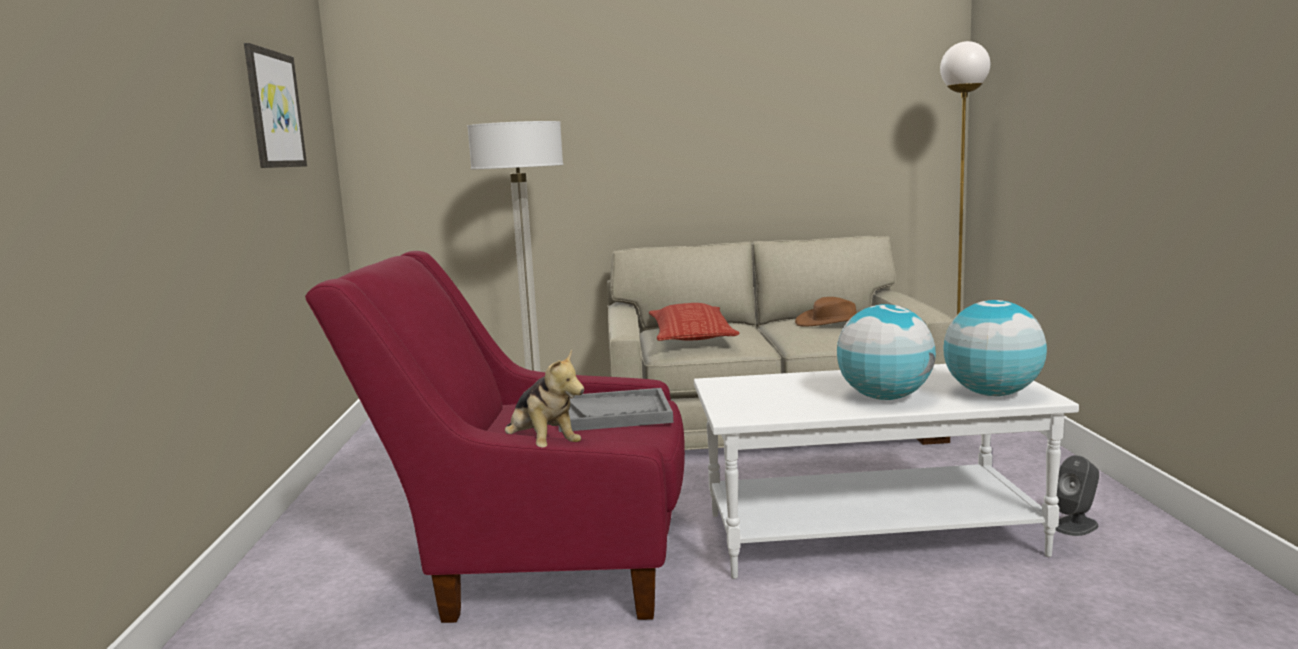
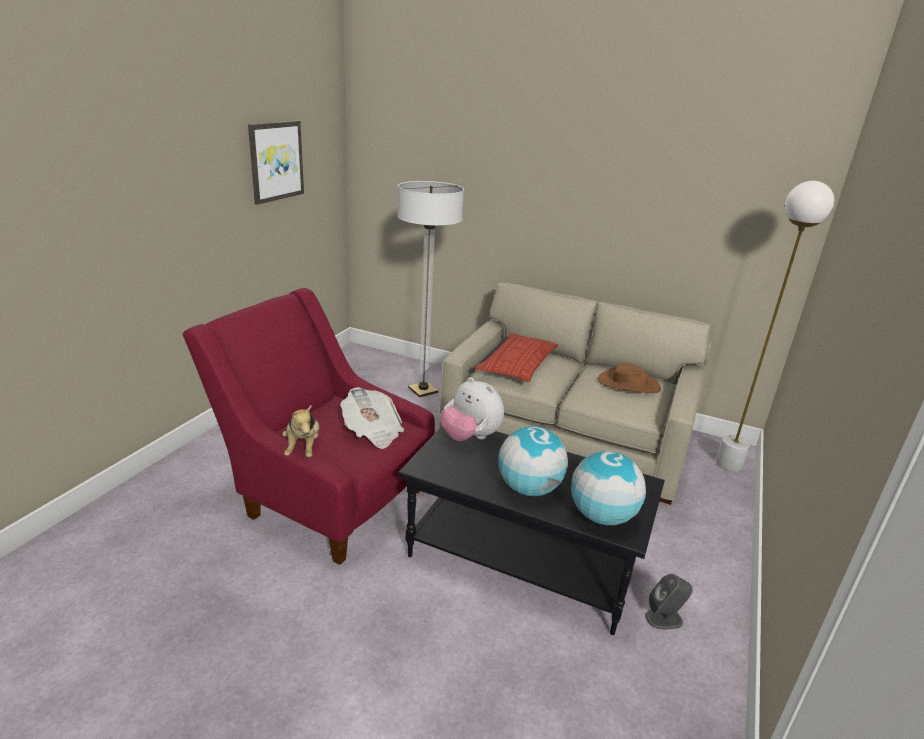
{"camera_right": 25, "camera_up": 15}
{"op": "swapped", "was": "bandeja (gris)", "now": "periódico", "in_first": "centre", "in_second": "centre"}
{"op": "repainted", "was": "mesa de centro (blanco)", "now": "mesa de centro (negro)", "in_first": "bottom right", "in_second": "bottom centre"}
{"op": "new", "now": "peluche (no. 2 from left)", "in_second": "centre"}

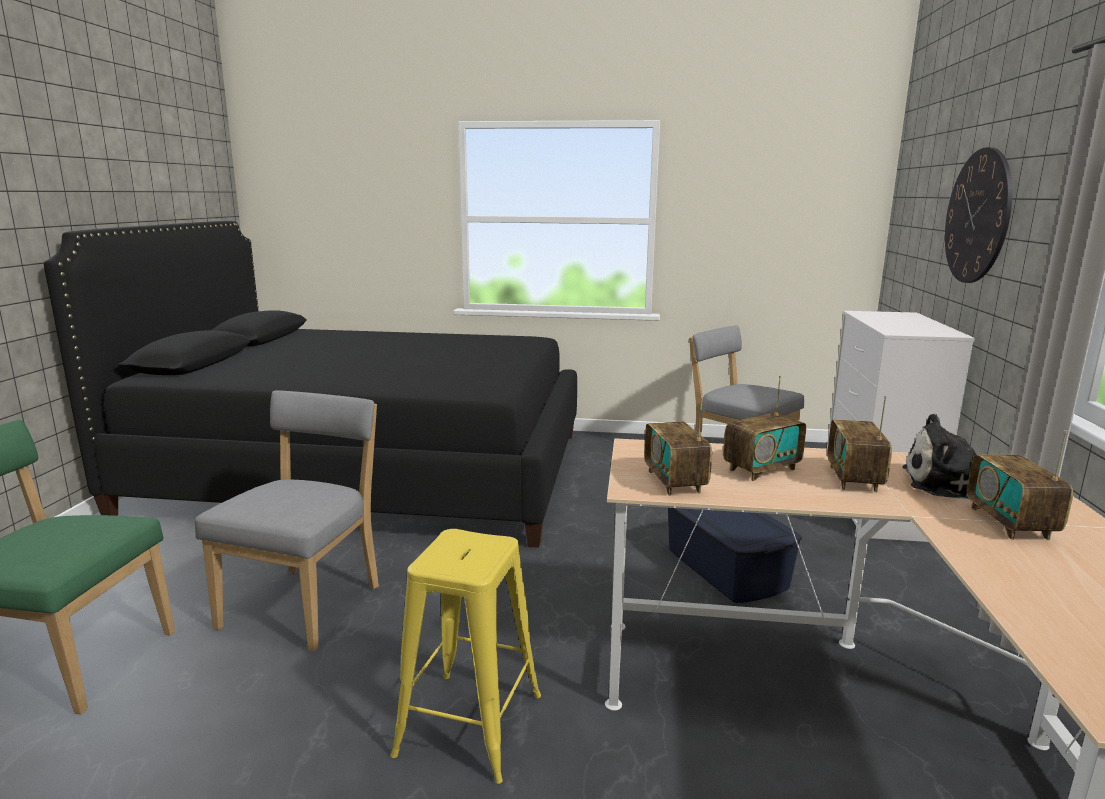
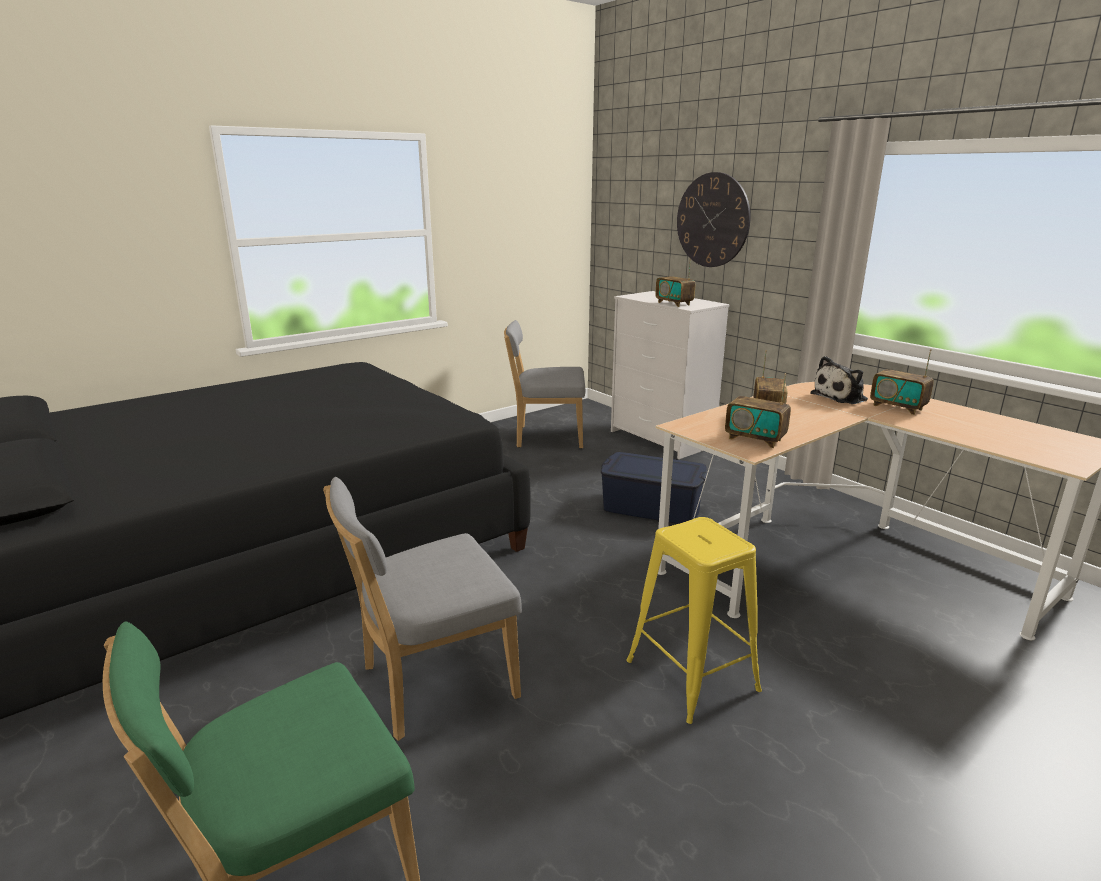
{"camera_right": -45, "camera_up": 5}
{"op": "rotated", "was": "silla (gris) (no. 1 from left)", "in_first": "middle left", "in_second": "bottom centre", "clockwise": -90}
{"op": "shifted", "was": "radio (no. 3 from left in the first image)", "now": "radio (no. 1 from left)", "in_first": "middle right", "in_second": "top centre"}

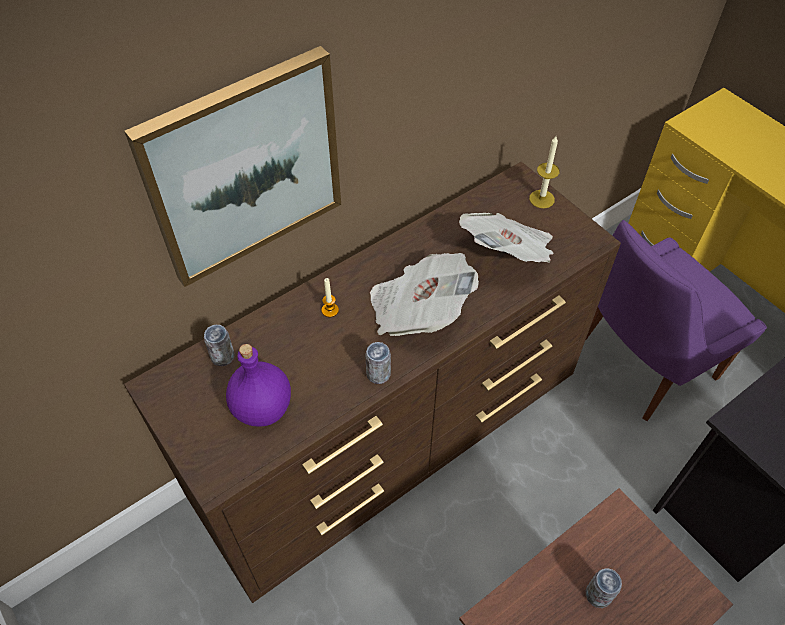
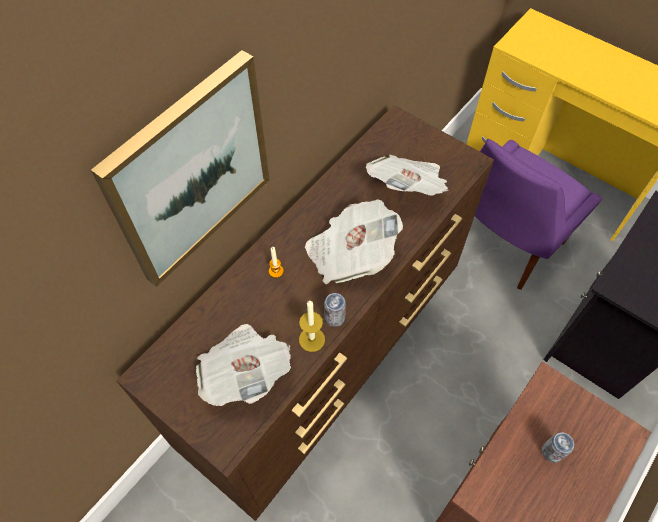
{"camera_right": -15, "camera_up": 5}
{"op": "swapped", "was": "botella (morado)", "now": "periódico (no. 1 from left)", "in_first": "middle left", "in_second": "bottom centre"}
{"op": "shifted", "was": "vela (no. 2 from left)", "in_first": "top right", "in_second": "centre"}
{"op": "gone", "was": "lata (no. 1 from left)", "in_first": "middle left"}

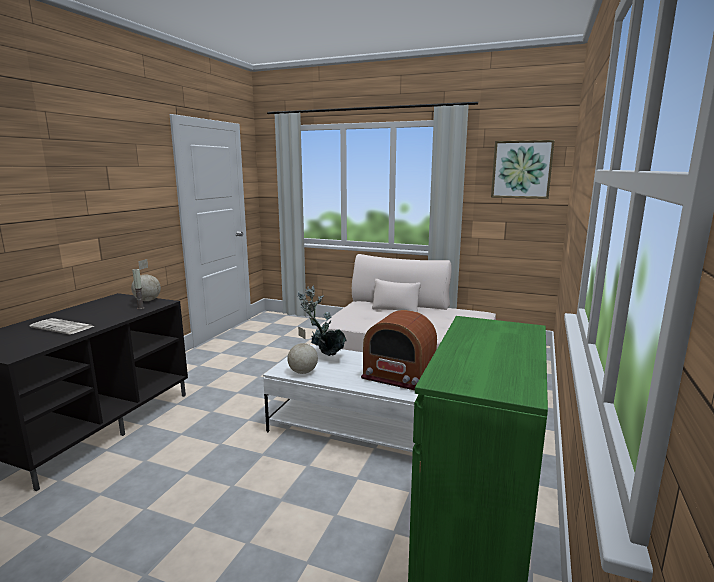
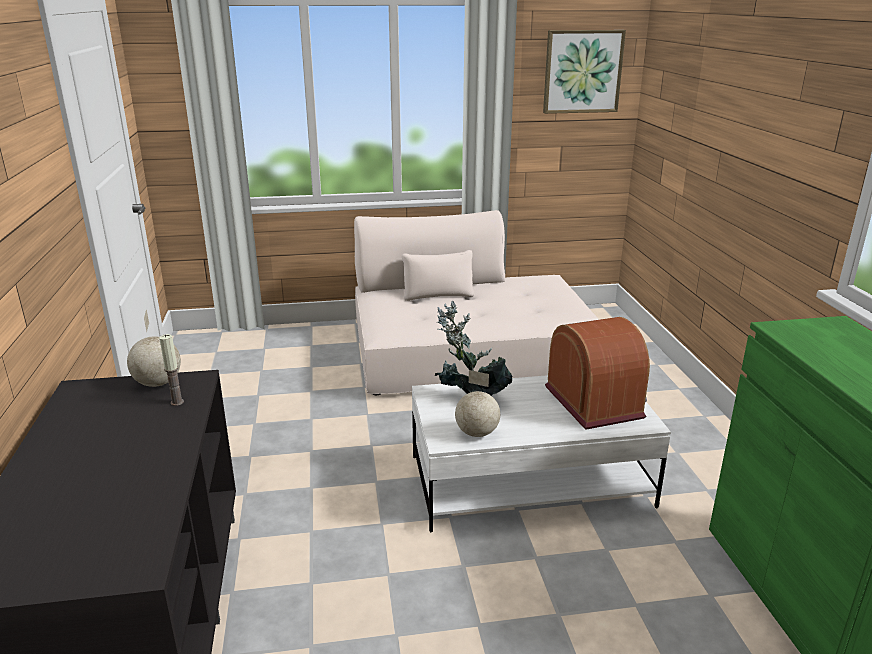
{"camera_right": -30, "camera_up": 10}
{"op": "rotated", "was": "radio", "in_first": "centre", "in_second": "middle right", "clockwise": -105}
{"op": "gone", "was": "periódico", "in_first": "middle left"}

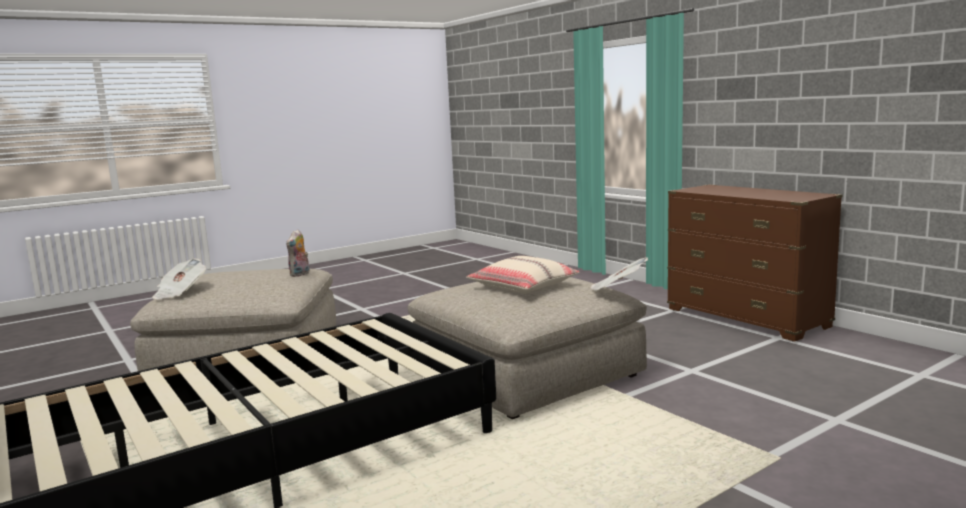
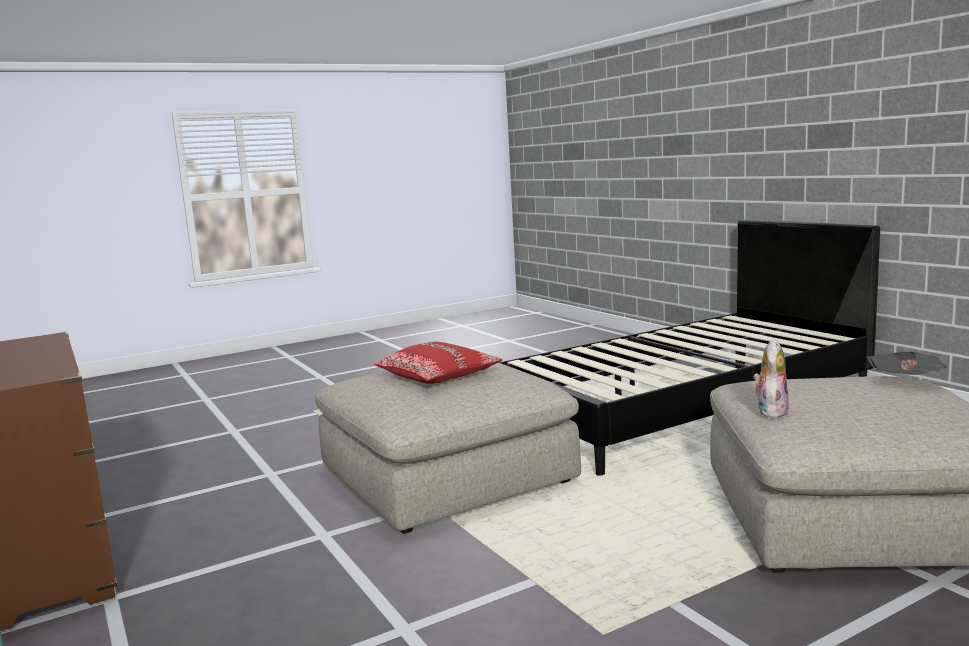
{"camera_right": -175, "camera_up": 0}
{"op": "repainted", "was": "cojín (beis)", "now": "cojín (rojo)", "in_first": "centre", "in_second": "centre"}
{"op": "gone", "was": "periódico (no. 2 from left)", "in_first": "centre"}

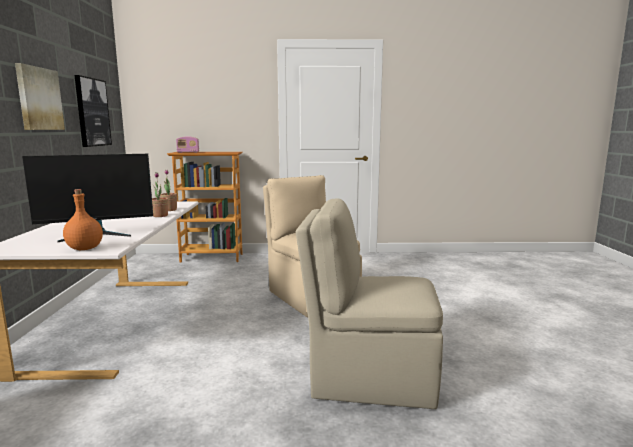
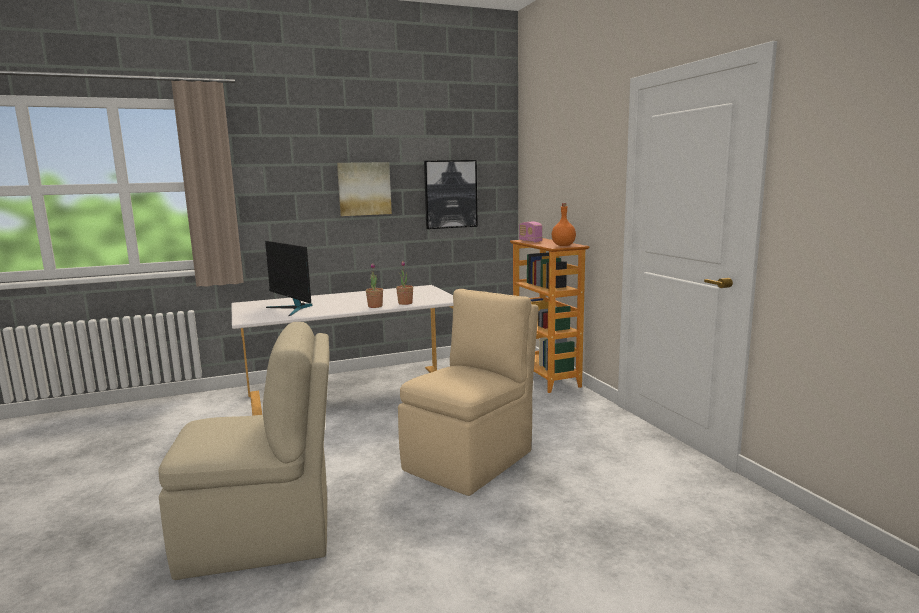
{"camera_right": 70, "camera_up": 0}
{"op": "rotated", "was": "silla (beis) (no. 2 from left in the first image)", "in_first": "bottom centre", "in_second": "bottom left", "clockwise": 90}
{"op": "shifted", "was": "botella (naranja)", "in_first": "middle left", "in_second": "centre"}

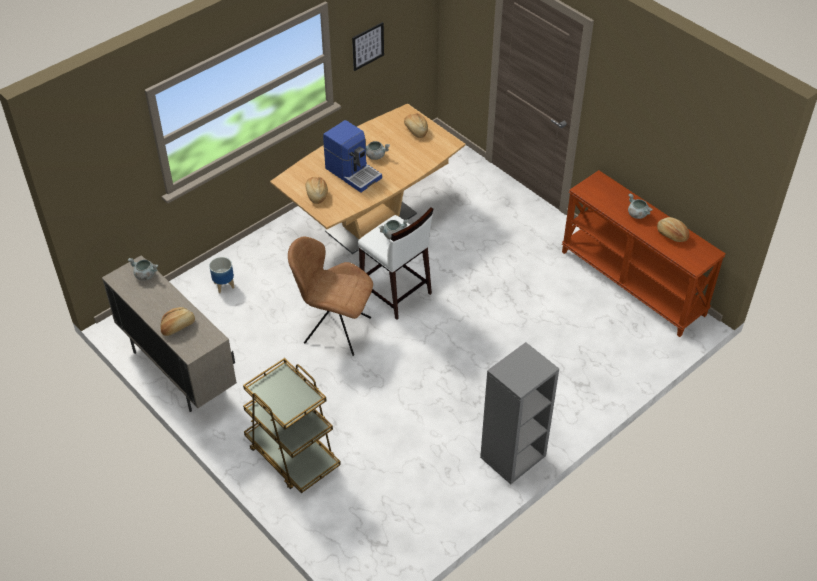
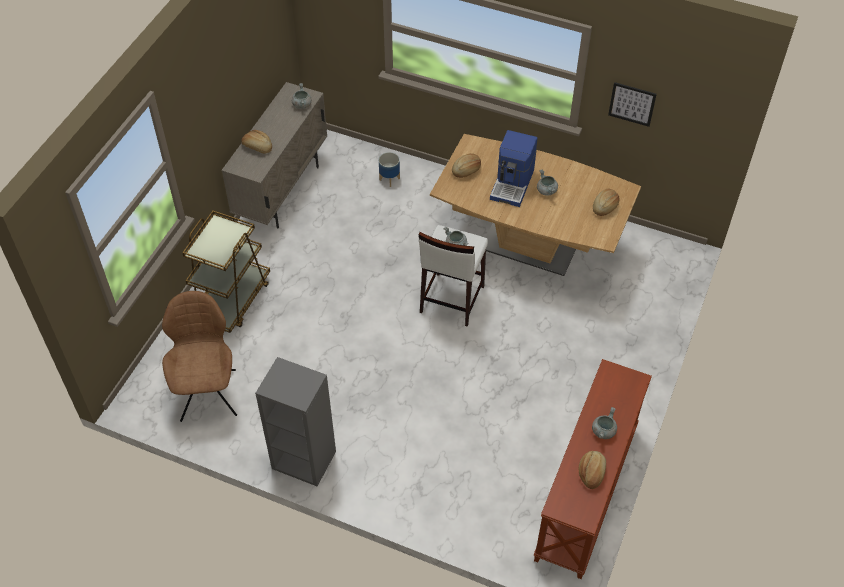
{"camera_right": 65, "camera_up": 5}
{"op": "shifted", "was": "silla (marrón)", "in_first": "centre", "in_second": "middle left"}

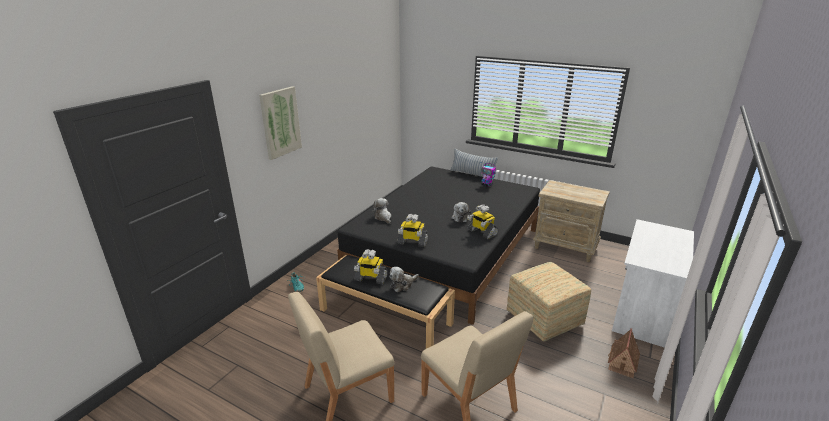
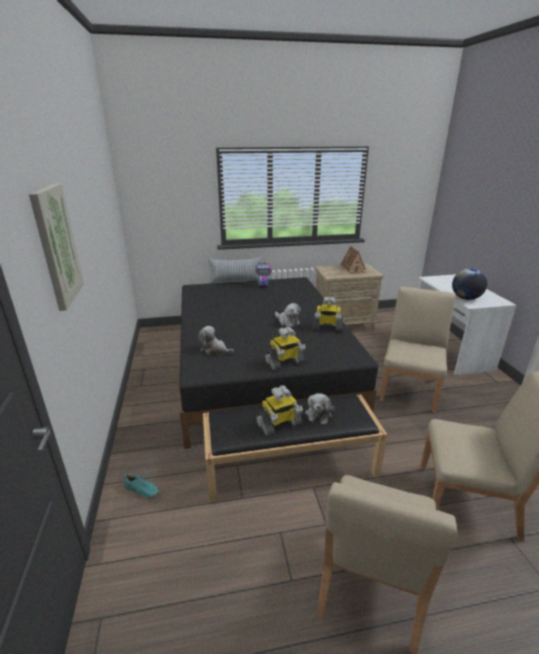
{"camera_right": -40, "camera_up": 0}
{"op": "shifted", "was": "casita", "in_first": "bottom right", "in_second": "centre"}
{"op": "swapped", "was": "puf", "now": "silla (beis) (no. 2 from left)", "in_first": "bottom centre", "in_second": "middle right"}
{"op": "new", "now": "globo terráqueo", "in_second": "middle right"}

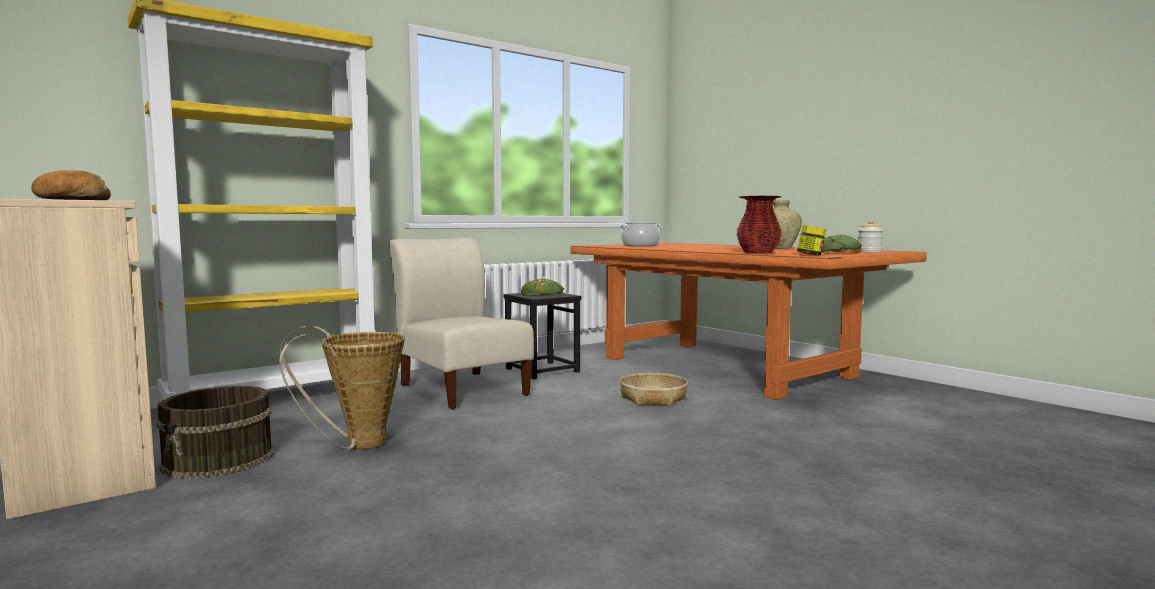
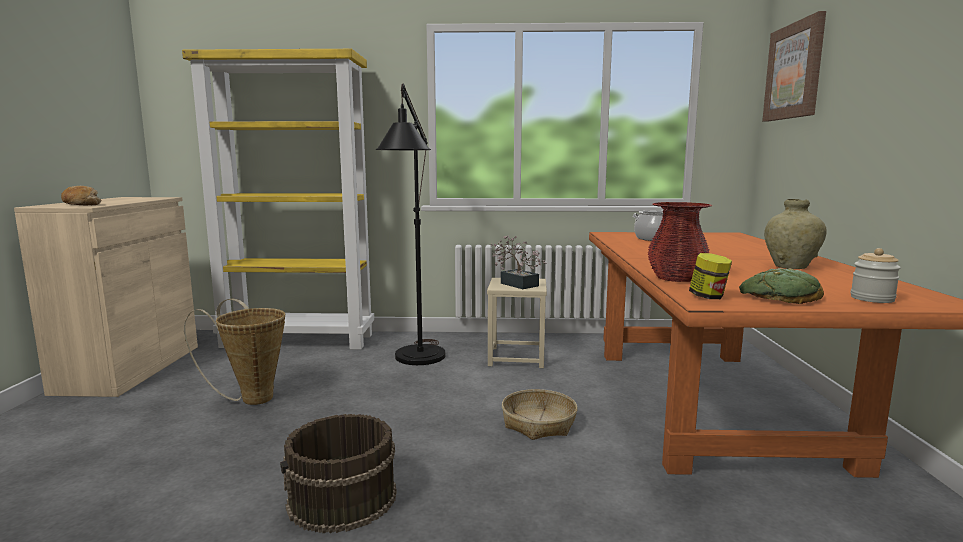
{"camera_right": 40, "camera_up": 5}
{"op": "shifted", "was": "cubo (marrón)", "in_first": "bottom left", "in_second": "bottom centre"}
{"op": "swapped", "was": "silla (beis)", "now": "lámpara de pie (negro)", "in_first": "centre", "in_second": "centre"}
{"op": "repainted", "was": "taburete (negro)", "now": "taburete (beis)", "in_first": "centre", "in_second": "centre"}
{"op": "swapped", "was": "pan (no. 2 from left)", "now": "planta en maceta", "in_first": "centre", "in_second": "centre"}
{"op": "new", "now": "cuadro", "in_second": "top right"}

